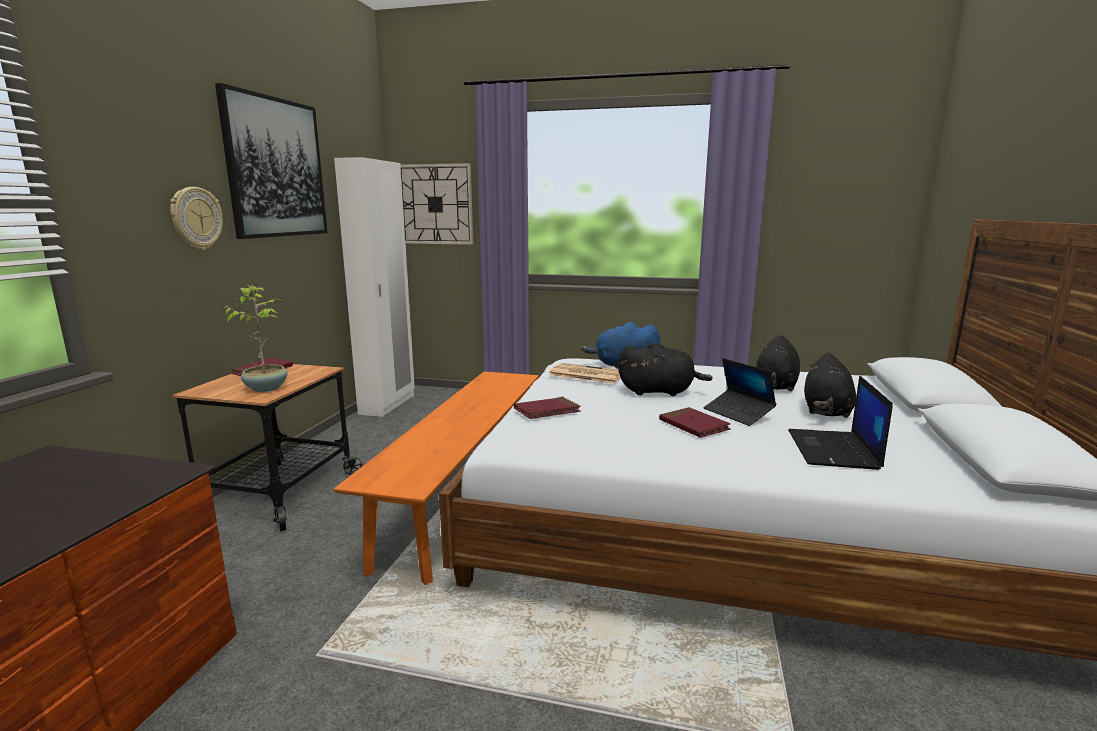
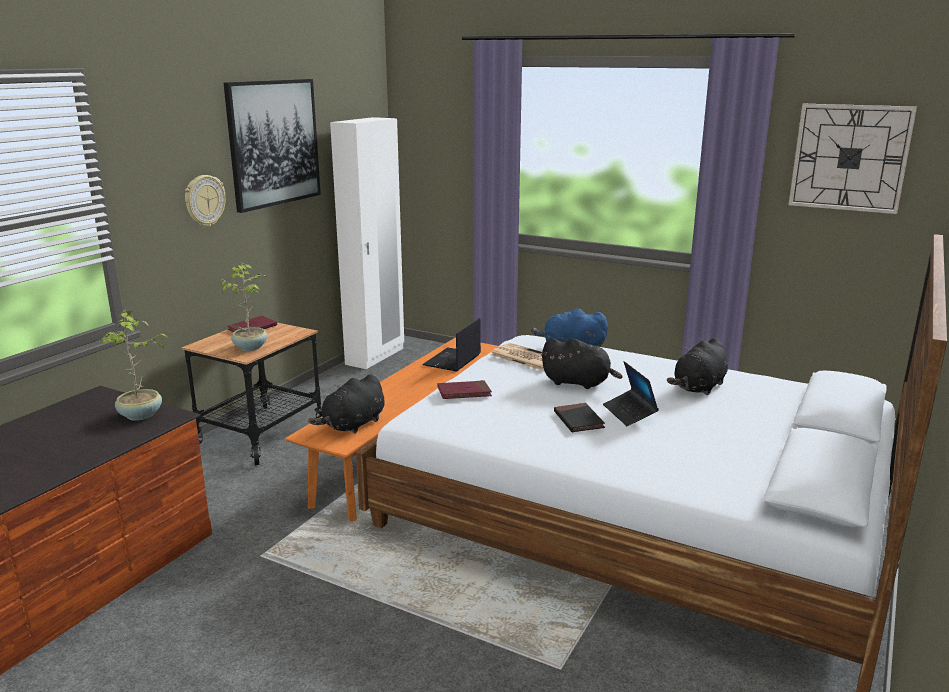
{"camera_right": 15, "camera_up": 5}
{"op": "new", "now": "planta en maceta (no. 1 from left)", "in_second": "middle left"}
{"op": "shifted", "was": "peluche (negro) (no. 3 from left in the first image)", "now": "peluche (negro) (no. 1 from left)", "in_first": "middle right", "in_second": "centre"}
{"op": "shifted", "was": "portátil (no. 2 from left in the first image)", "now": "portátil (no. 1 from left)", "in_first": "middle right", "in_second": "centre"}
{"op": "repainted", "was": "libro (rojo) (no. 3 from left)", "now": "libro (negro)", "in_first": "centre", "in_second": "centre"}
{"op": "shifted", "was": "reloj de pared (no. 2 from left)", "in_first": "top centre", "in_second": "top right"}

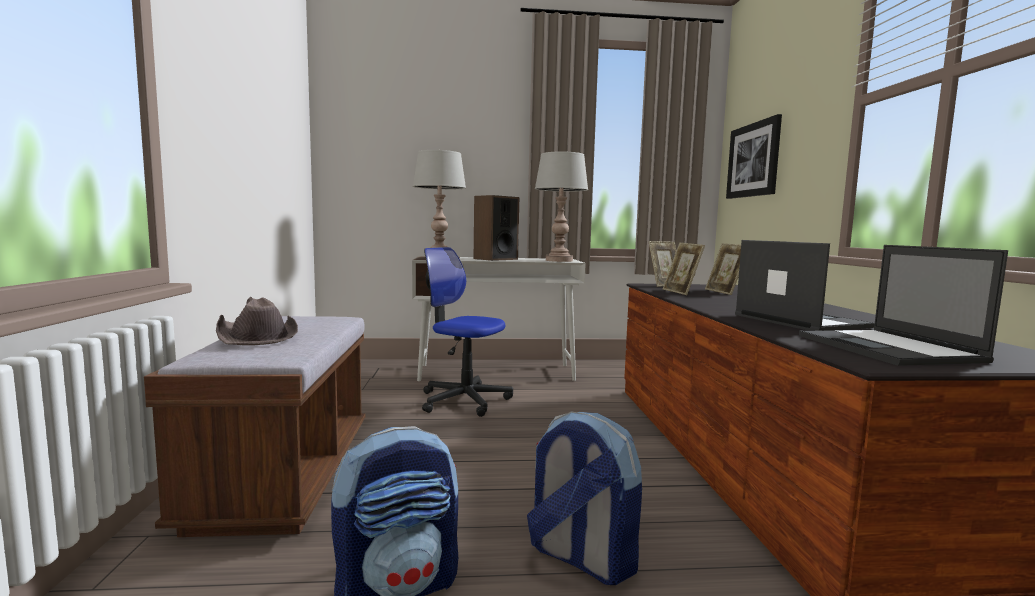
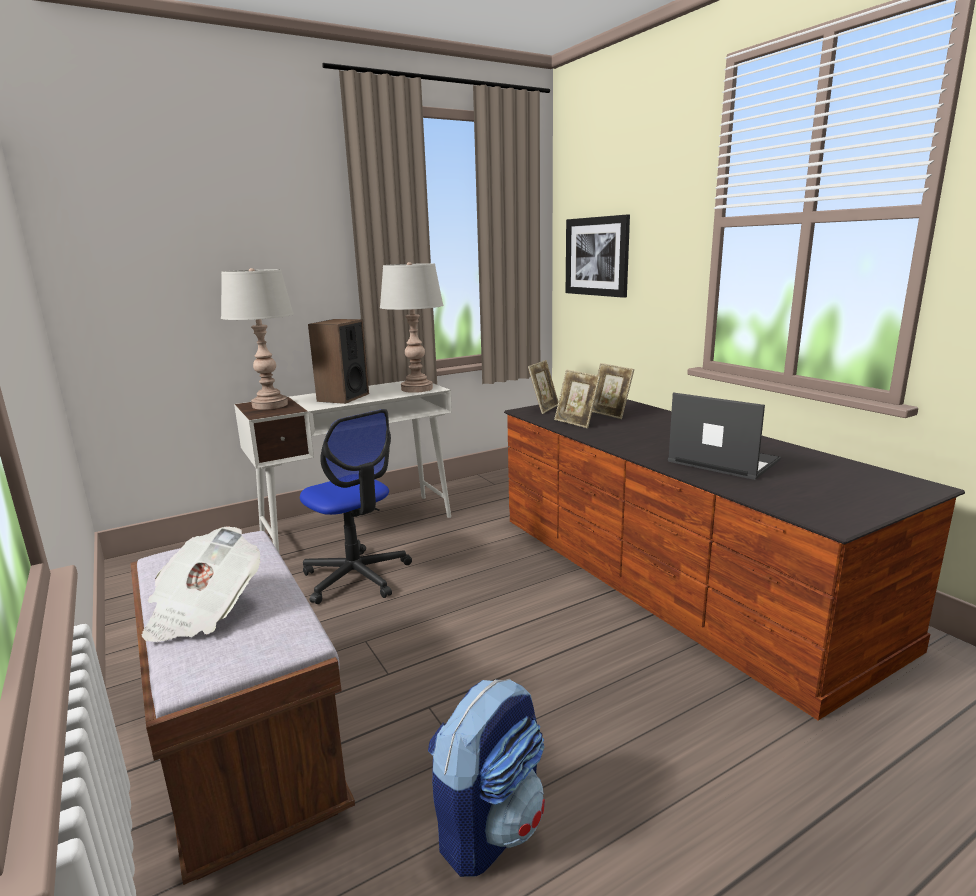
{"camera_right": -25, "camera_up": 10}
{"op": "swapped", "was": "sombrero (marrón)", "now": "periódico", "in_first": "middle left", "in_second": "middle left"}
{"op": "rotated", "was": "silla de oficina", "in_first": "centre", "in_second": "centre", "clockwise": -135}
{"op": "gone", "was": "mochila (no. 2 from left)", "in_first": "bottom centre"}
{"op": "gone", "was": "portátil (no. 2 from left)", "in_first": "middle right"}

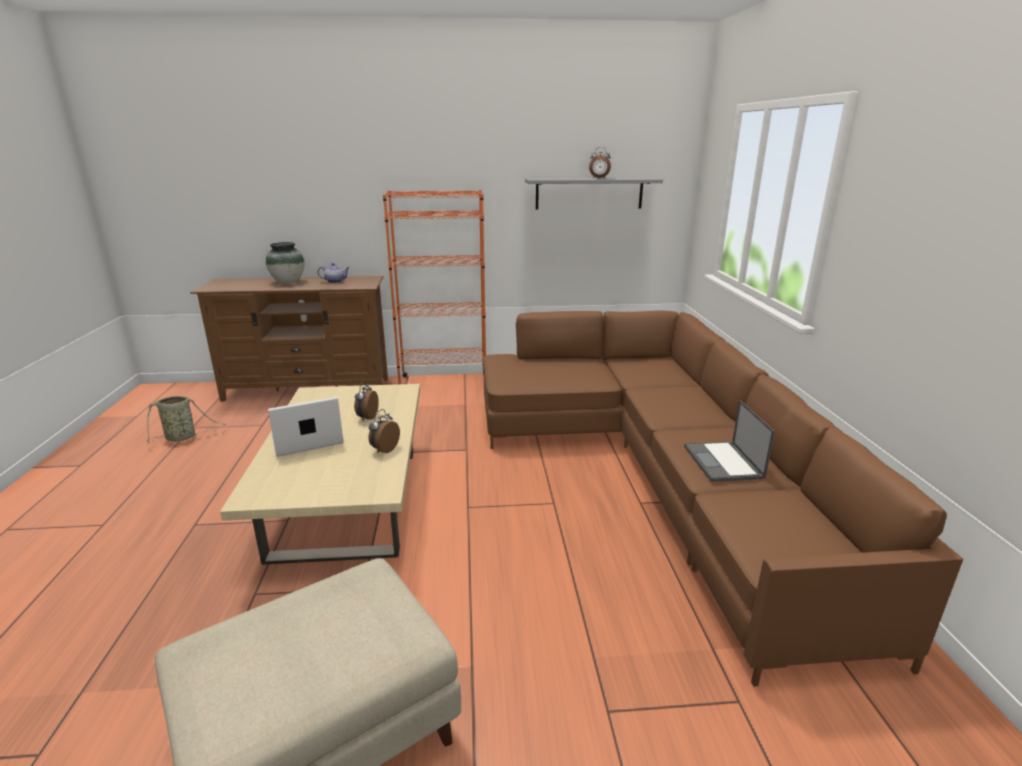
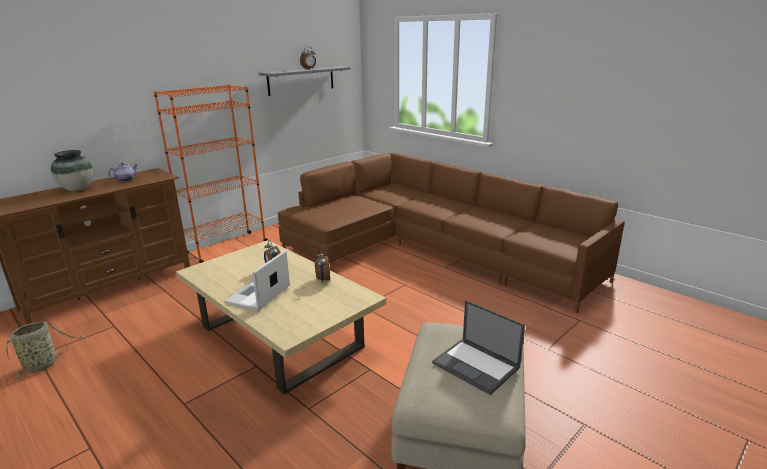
{"camera_right": -40, "camera_up": 0}
{"op": "shifted", "was": "portátil (no. 2 from left)", "in_first": "middle right", "in_second": "bottom centre"}

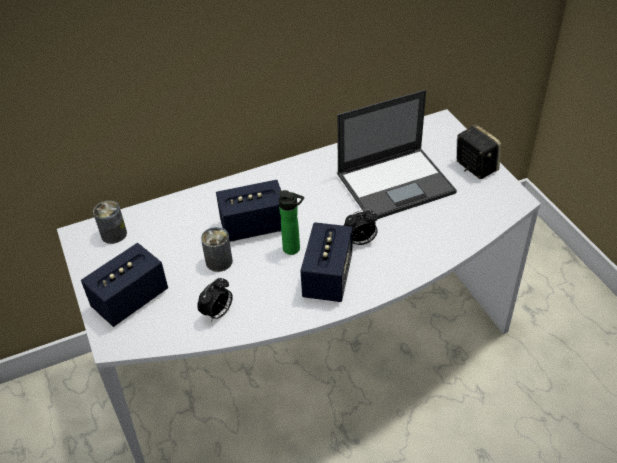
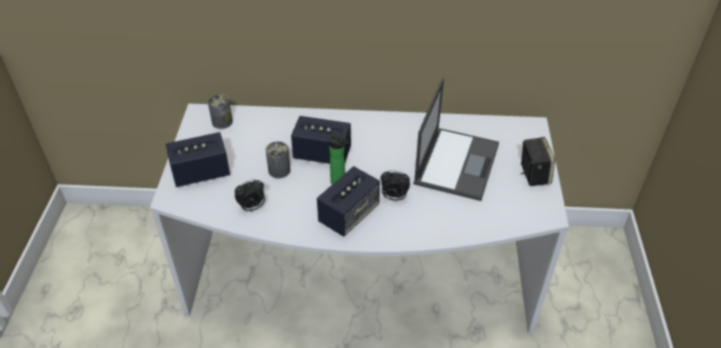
{"camera_right": 25, "camera_up": 0}
{"op": "rotated", "was": "portátil", "in_first": "top centre", "in_second": "centre", "clockwise": -75}

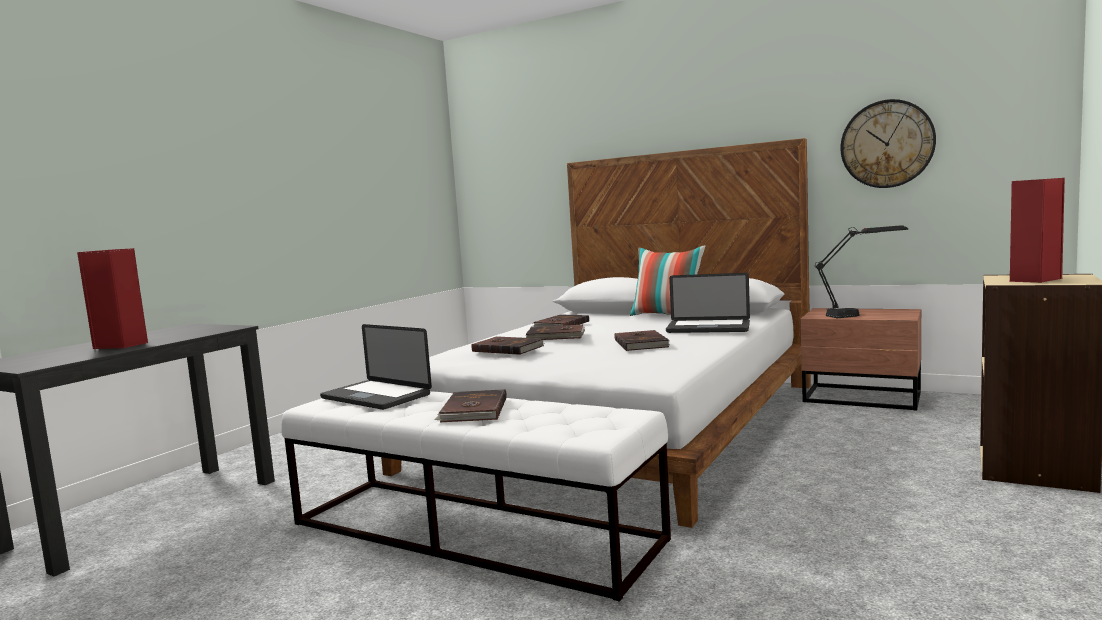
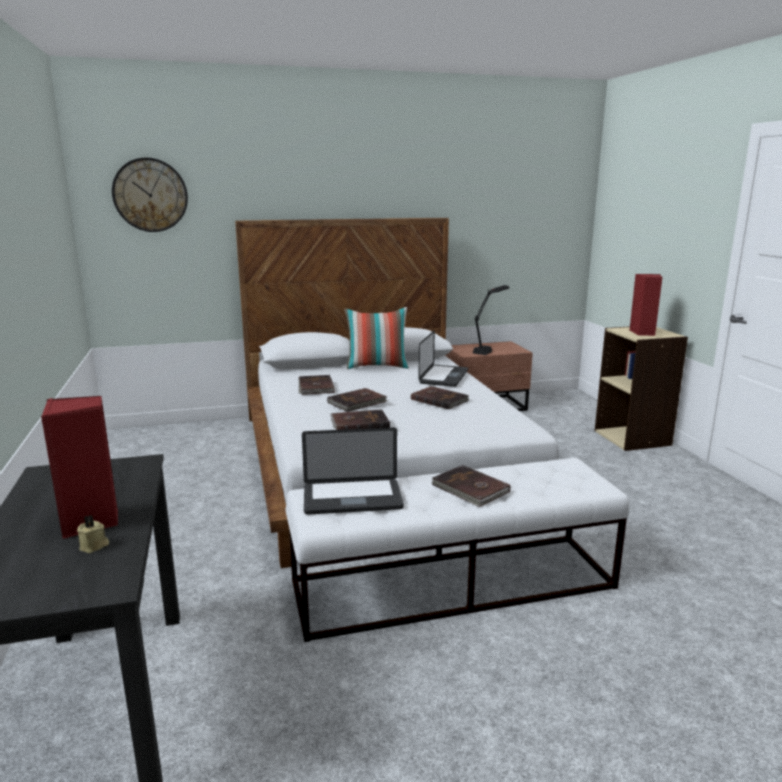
{"camera_right": -45, "camera_up": 10}
{"op": "new", "now": "vela (beis)", "in_second": "bottom left"}
{"op": "shifted", "was": "reloj de pared", "in_first": "top right", "in_second": "top left"}
{"op": "rotated", "was": "portátil (no. 2 from left)", "in_first": "centre", "in_second": "centre", "clockwise": -45}

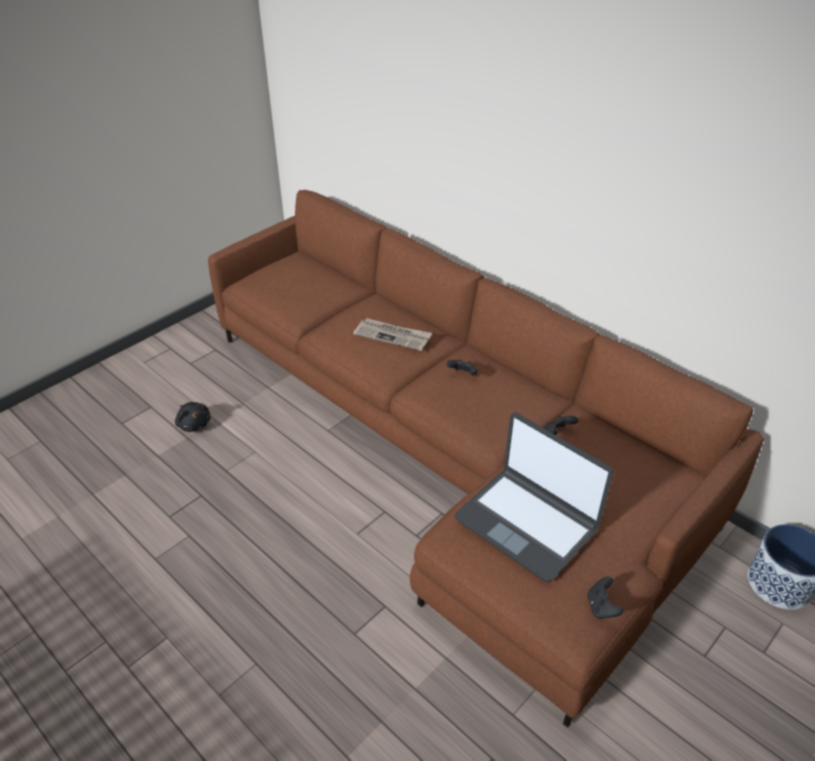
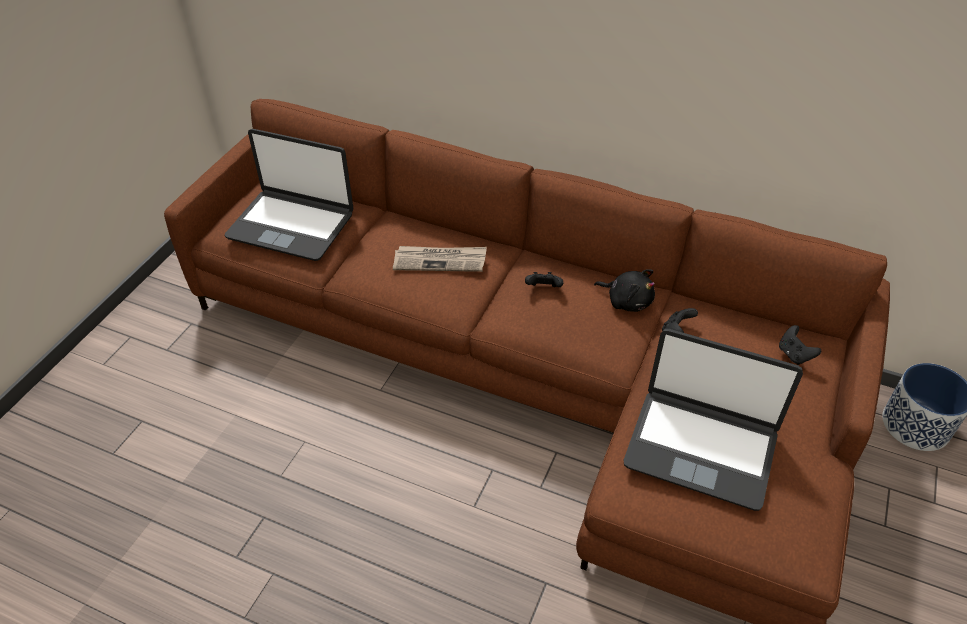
{"camera_right": -20, "camera_up": 5}
{"op": "new", "now": "portátil (no. 1 from left)", "in_second": "top left"}
{"op": "shifted", "was": "peluche (negro)", "in_first": "middle left", "in_second": "centre"}
{"op": "shifted", "was": "mando de consola (negro) (no. 3 from left)", "in_first": "bottom right", "in_second": "middle right"}

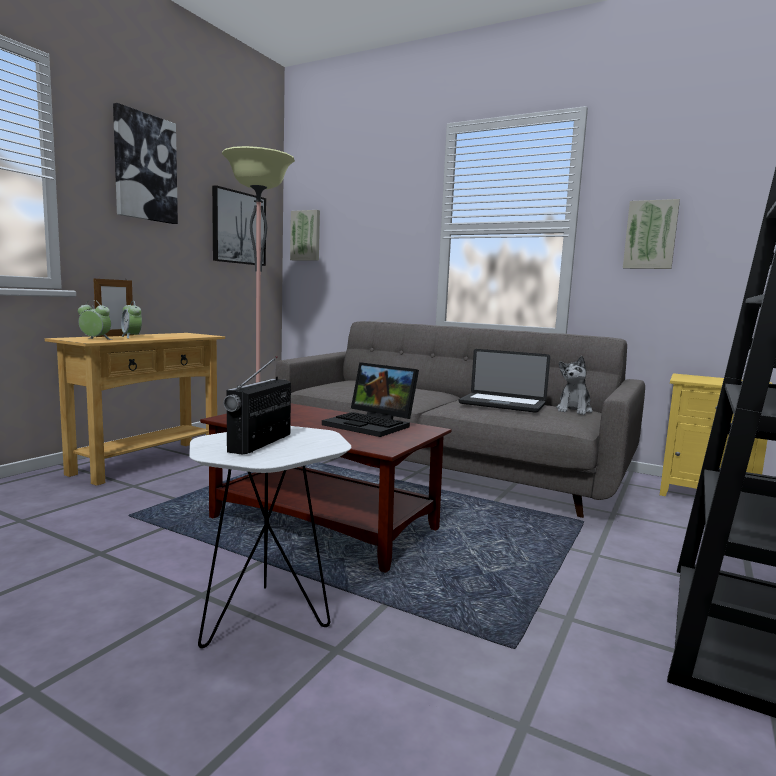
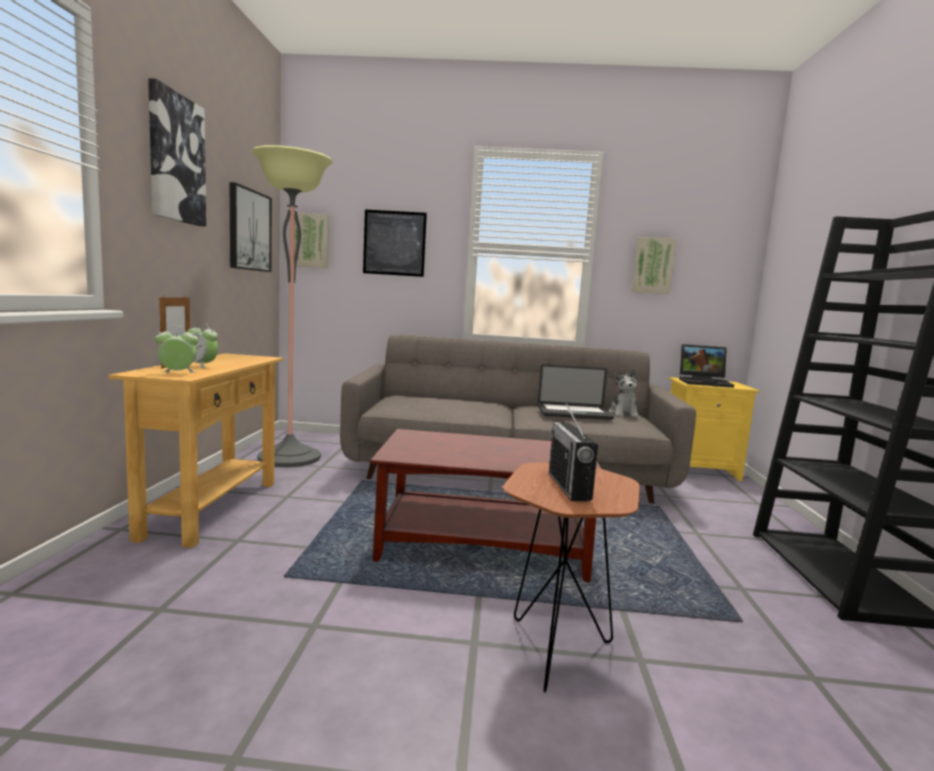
{"camera_right": -25, "camera_up": 0}
{"op": "new", "now": "cuadro (no. 4 from left)", "in_second": "top centre"}
{"op": "repainted", "was": "mesa auxiliar (blanco)", "now": "mesa auxiliar (marrón)", "in_first": "bottom centre", "in_second": "bottom centre"}
{"op": "shifted", "was": "portátil (no. 1 from left in the first image)", "now": "portátil (no. 2 from left)", "in_first": "centre", "in_second": "middle right"}

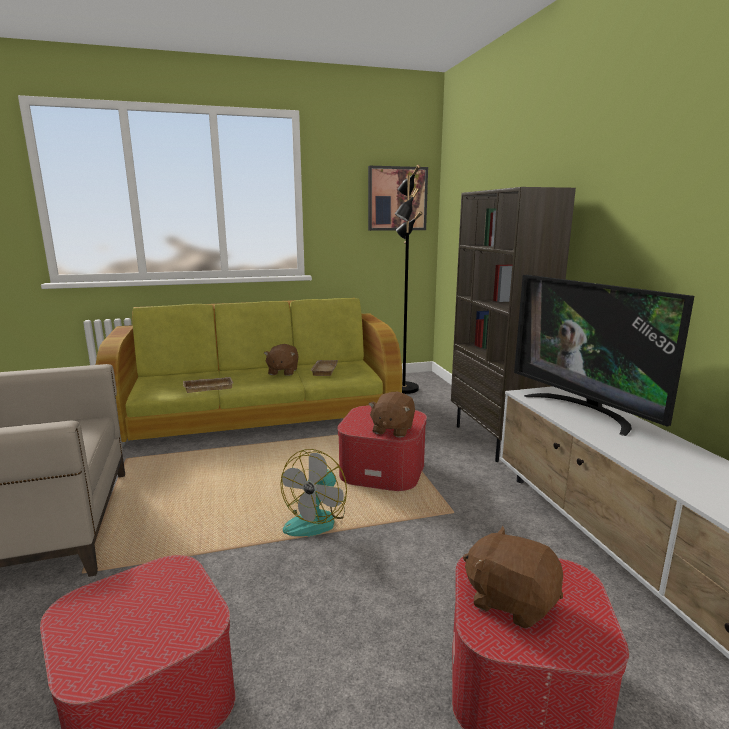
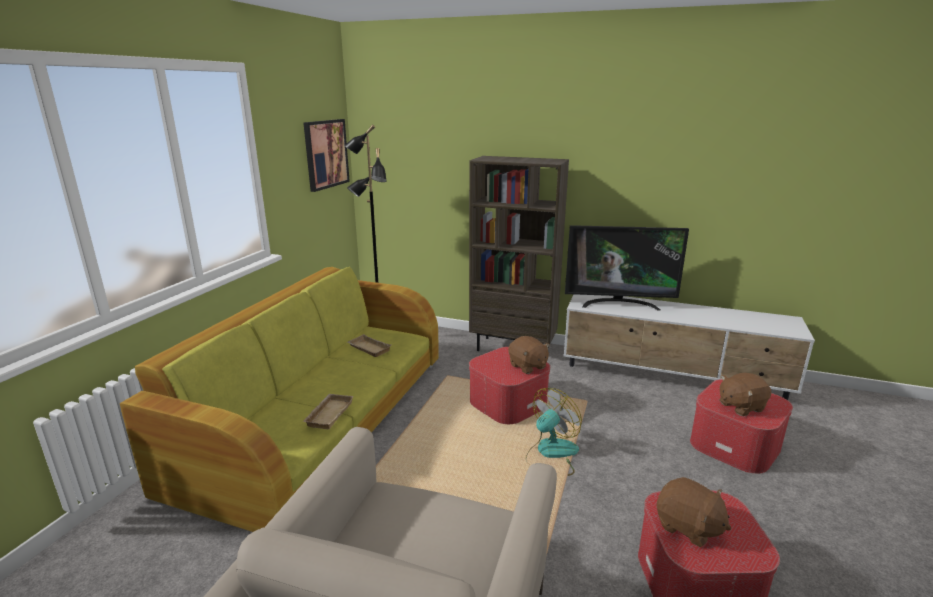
{"camera_right": -55, "camera_up": 5}
{"op": "rotated", "was": "ventilador", "in_first": "bottom centre", "in_second": "bottom centre", "clockwise": -105}
{"op": "shifted", "was": "peluche (marrón) (no. 1 from left in the first image)", "now": "peluche (marrón) (no. 2 from left)", "in_first": "centre", "in_second": "bottom right"}

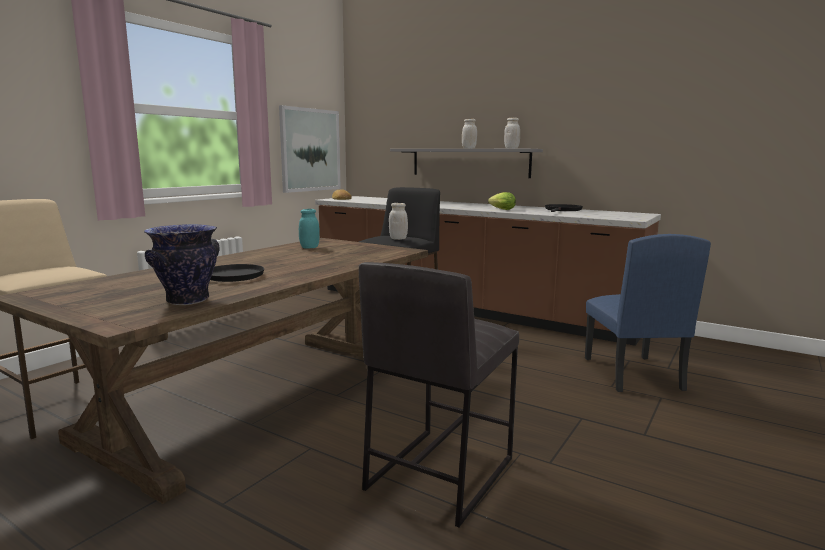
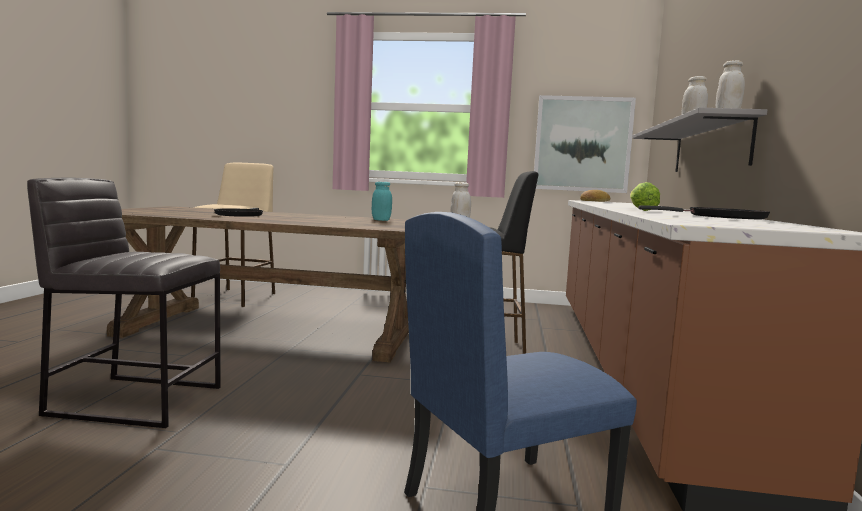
{"camera_right": 65, "camera_up": -5}
{"op": "gone", "was": "florero", "in_first": "middle left"}

